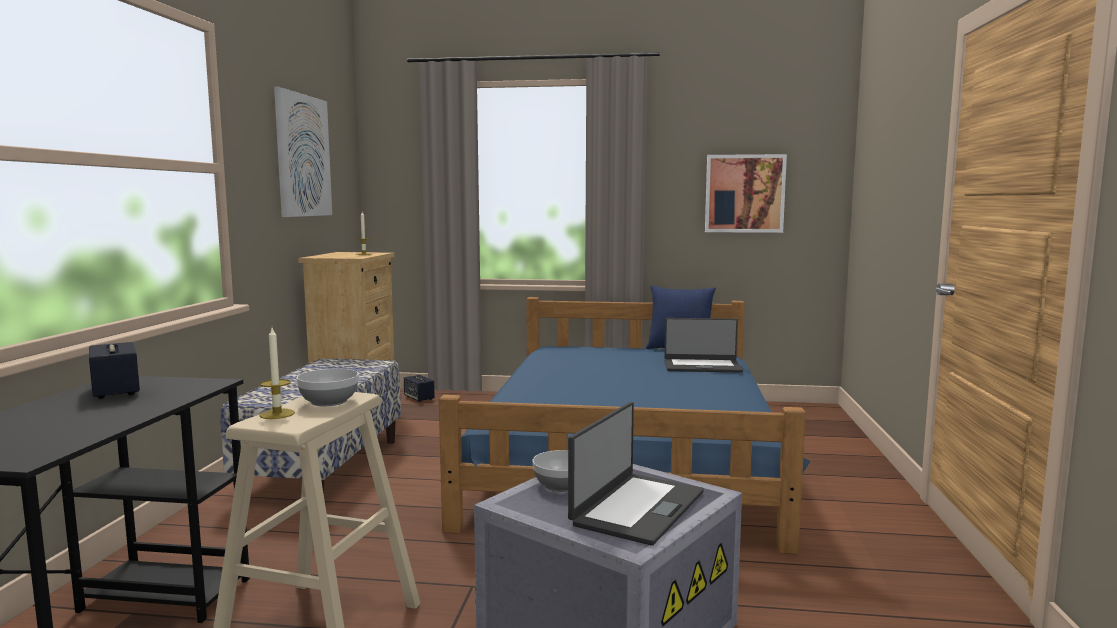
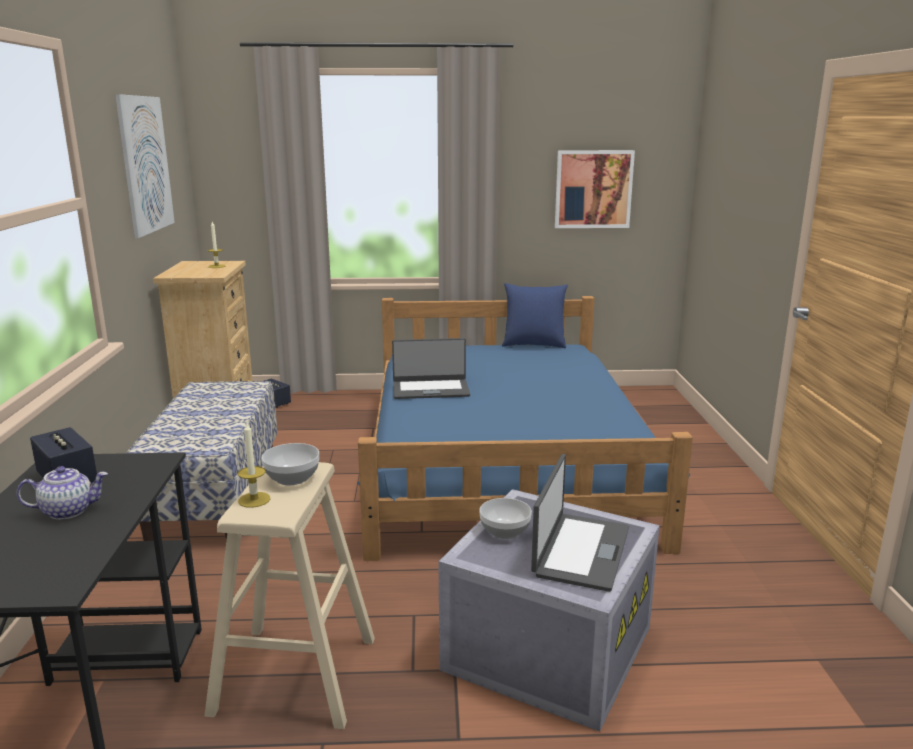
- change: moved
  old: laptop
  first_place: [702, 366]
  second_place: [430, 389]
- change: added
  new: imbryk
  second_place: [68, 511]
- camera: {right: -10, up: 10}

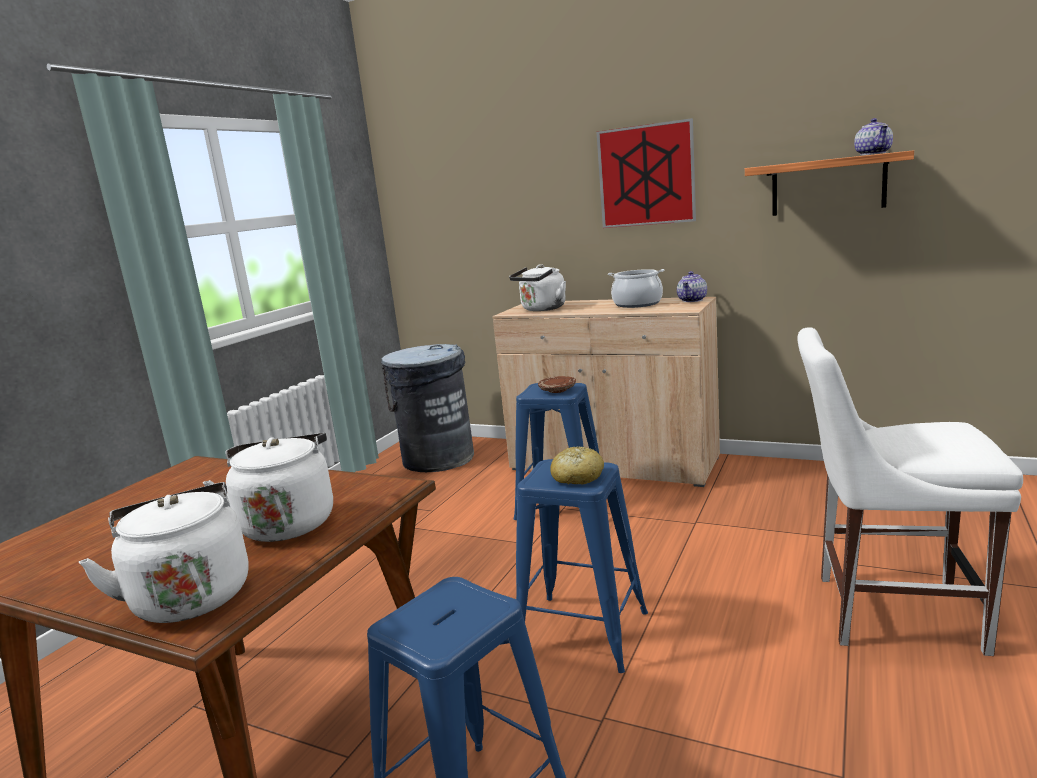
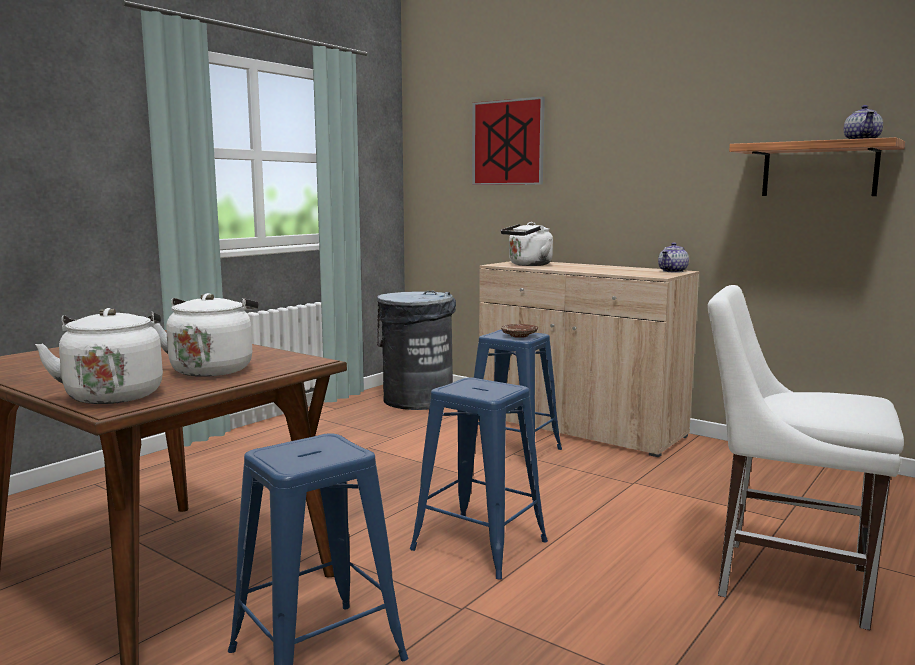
- change: moved
  old: obraz
  first_place: [646, 175]
  second_place: [508, 142]
- change: removed
  old: garnek
  first_place: [637, 304]
- change: removed
  old: chleb
  first_place: [577, 477]
- camera: {right: 10, up: -5}

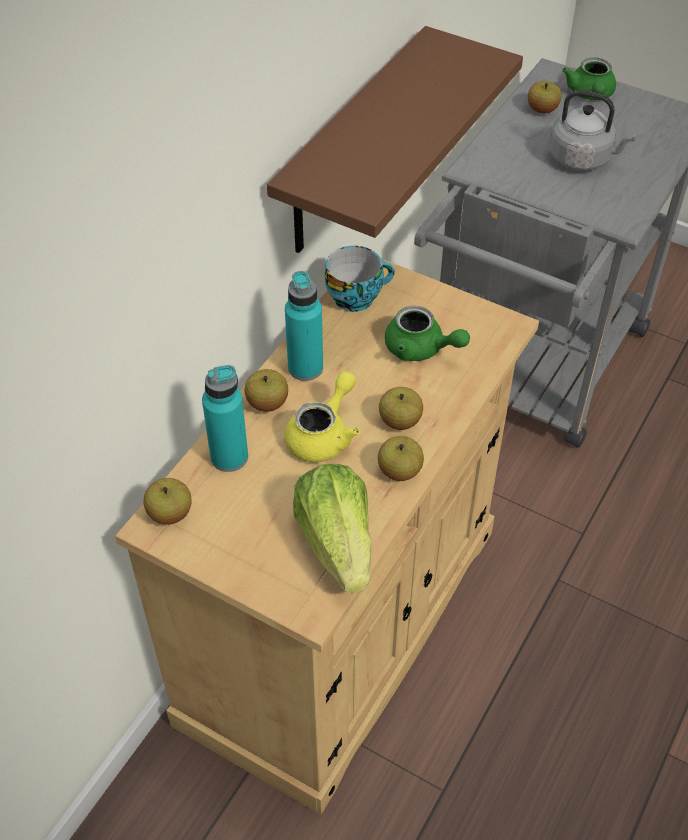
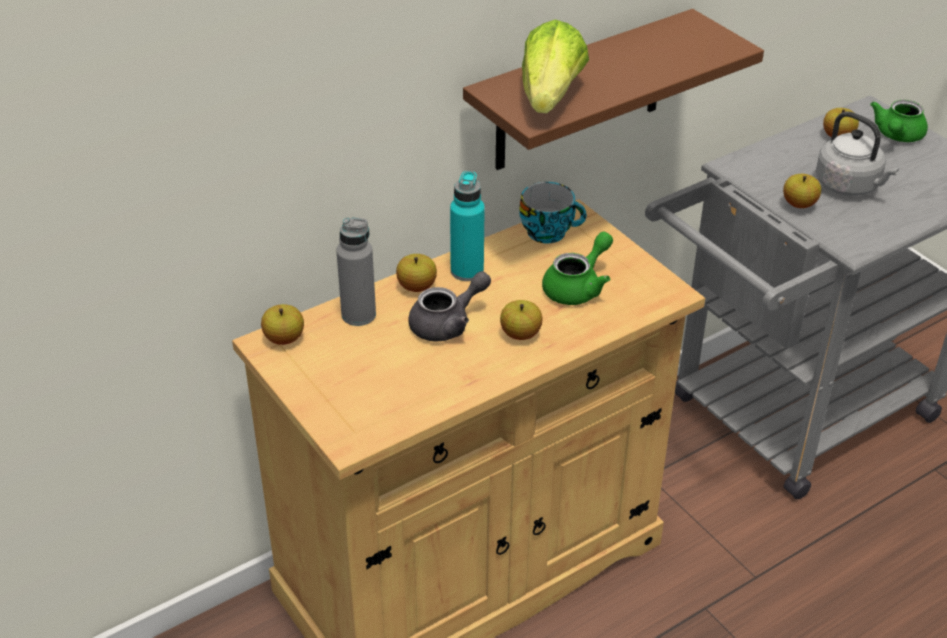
- change: turned
  old: imbryk/zielony
  first_place: [421, 349]
  second_place: [578, 287]
  degrees: -105
- change: recoloured
  old: butelka/turkusowy
  new: butelka/szary
  first_place: [229, 457]
  second_place: [358, 315]
- change: recoloured
  old: imbryk/żółty
  new: imbryk/szary
  first_place: [324, 435]
  second_place: [448, 324]
- change: moved
  old: jabłko
  first_place: [399, 471]
  second_place: [799, 204]
- change: moved
  old: sałata
  first_place: [337, 543]
  second_place: [550, 97]
- camera: {right: 25, up: -10}

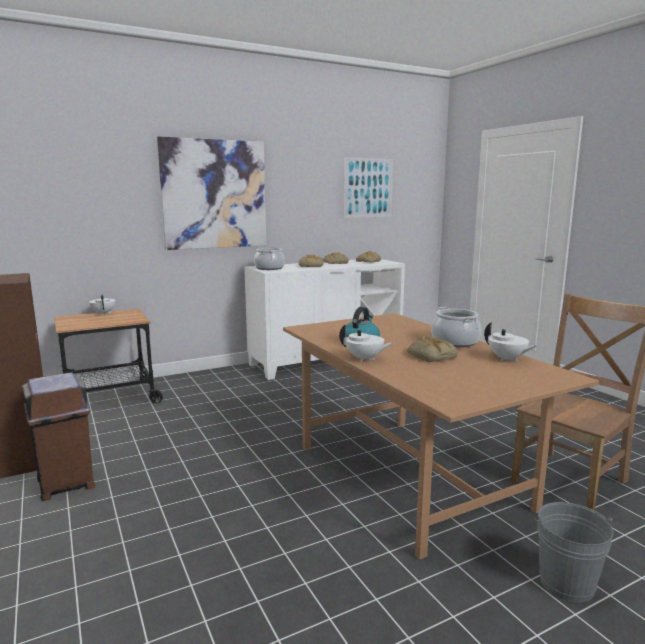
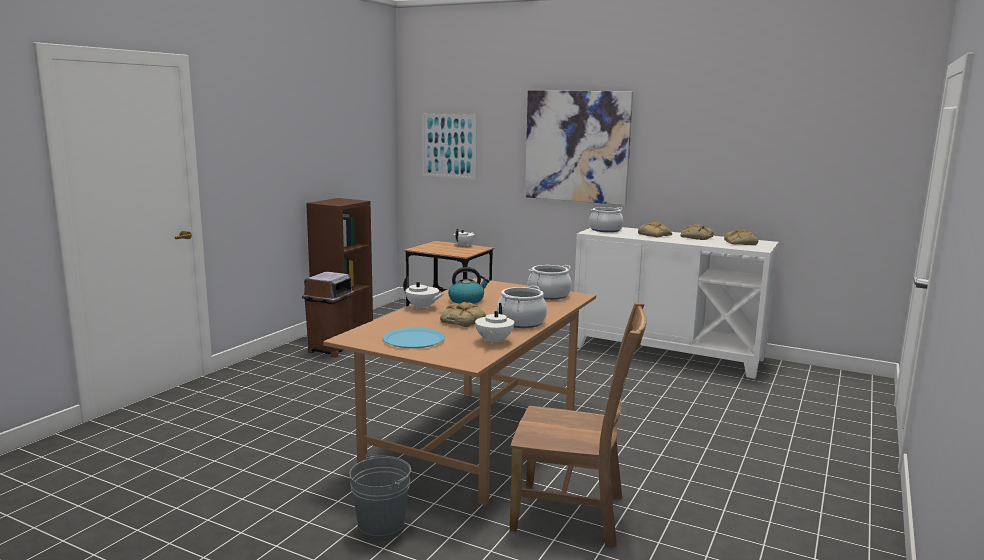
- change: moved
  old: obraz
  first_place: [368, 188]
  second_place: [449, 146]
- change: turned
  old: imbryk/biały
  first_place: [365, 359]
  second_place: [422, 307]
  degrees: -45
- change: added
  new: garnek
  second_place: [549, 295]
- change: added
  new: talerz/niebieski
  second_place: [413, 339]
- camera: {right: 55, up: 0}

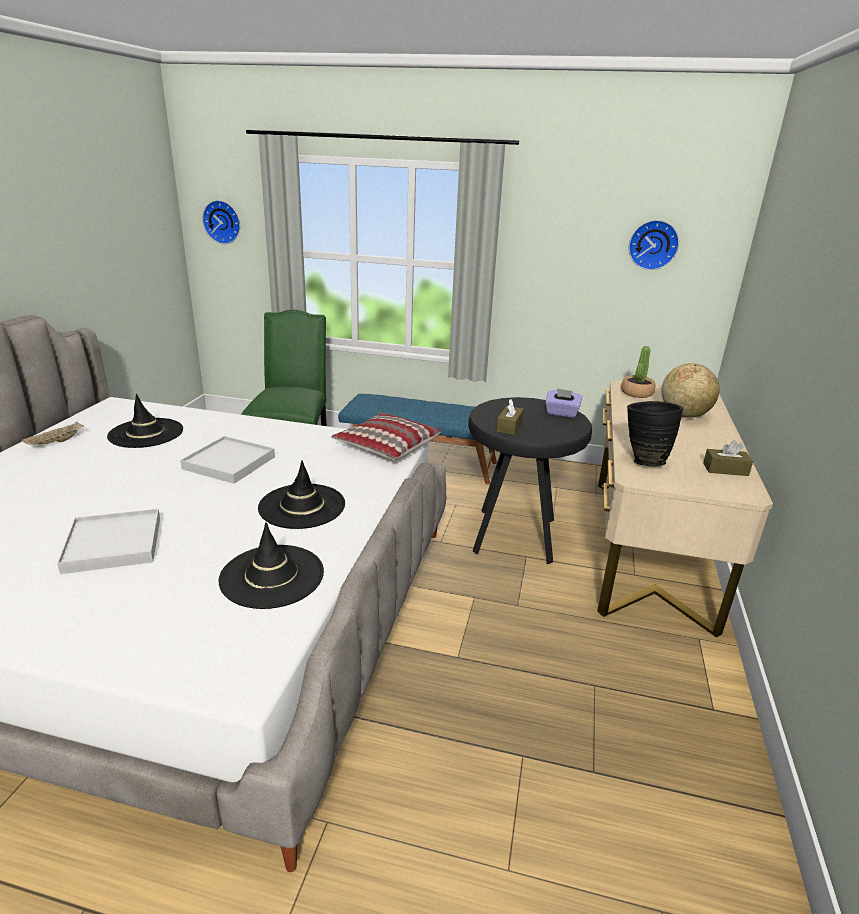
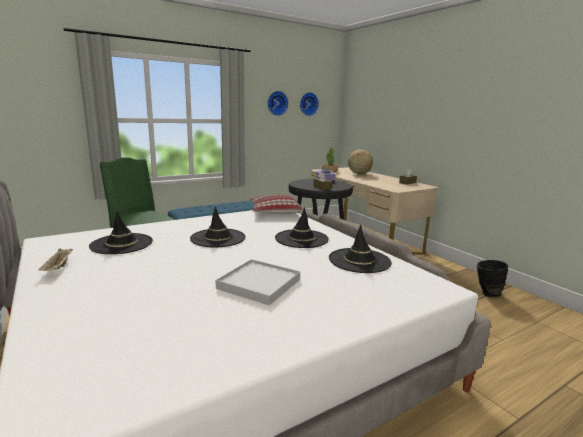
- change: moved
  old: zegar ścienny
  first_place: [223, 222]
  second_place: [277, 103]
- change: moved
  old: wazon/czarny
  first_place: [643, 460]
  second_place: [486, 294]
- change: replaced
  old: taca/biały
  new: kapelusz/czarny
  first_place: [229, 463]
  second_place: [218, 238]
- camera: {right: -45, up: -10}

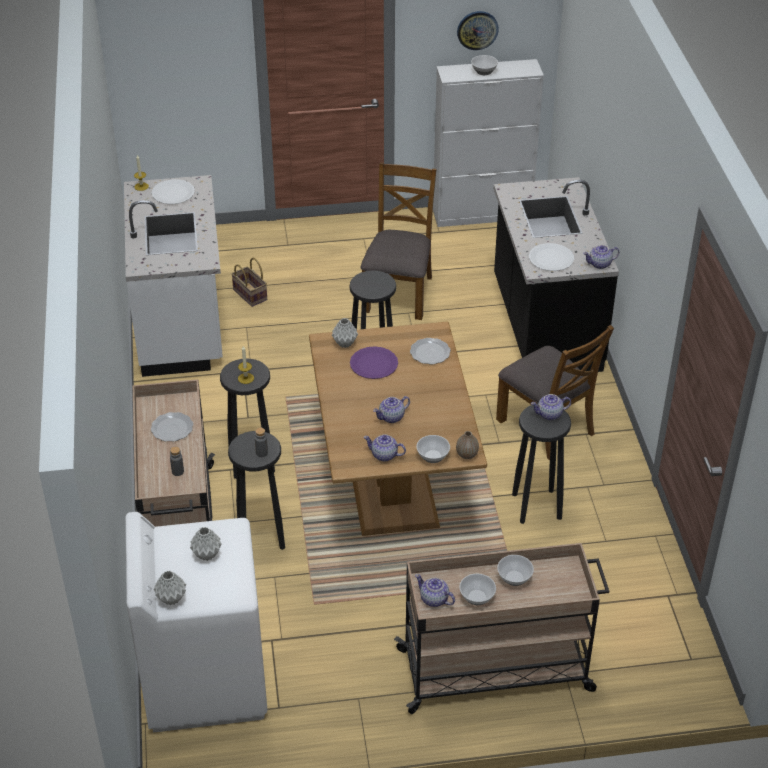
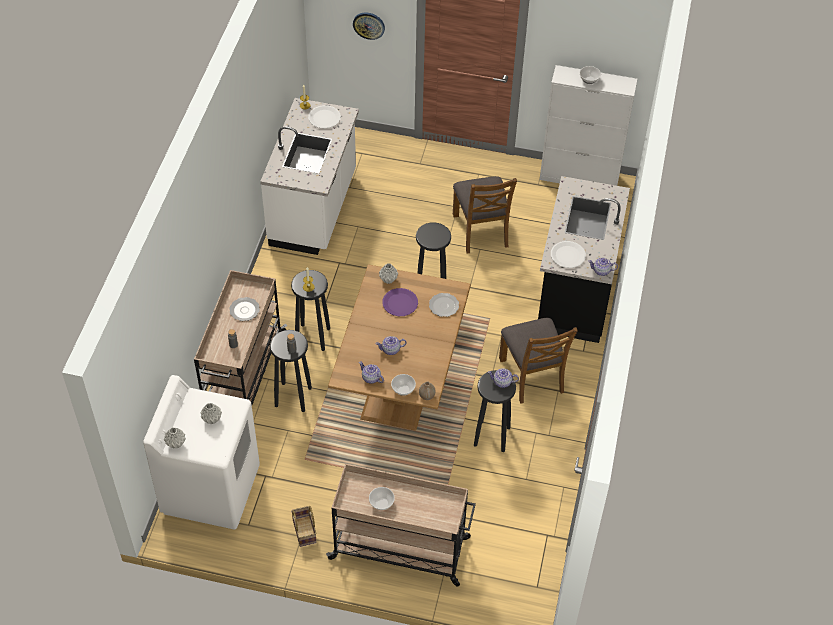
- change: moved
  old: zegar ścienny
  first_place: [477, 30]
  second_place: [369, 25]
- change: turned
  old: krzesło/brązowy
  first_place: [399, 293]
  second_place: [481, 230]
  degrees: 135
- change: moved
  old: koszyk
  first_place: [251, 295]
  second_place: [305, 531]
- change: removed
  old: miska
  first_place: [513, 578]
- change: removed
  old: imbryk
  first_place: [434, 599]
- camera: {right: 20, up: 10}

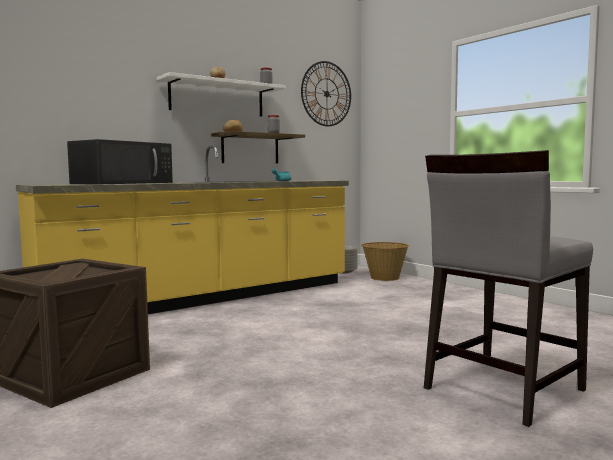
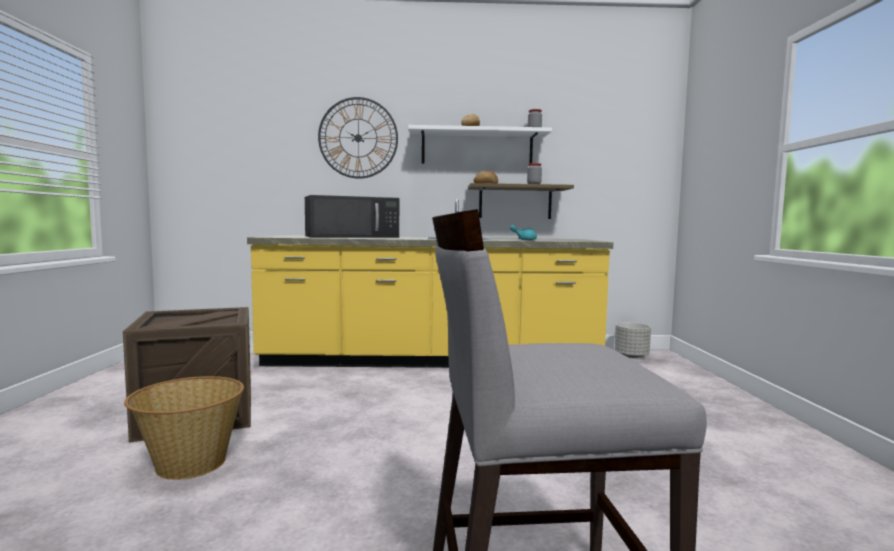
- change: moved
  old: zegar ścienny
  first_place: [326, 94]
  second_place: [358, 138]
- change: moved
  old: koszyk
  first_place: [384, 278]
  second_place: [190, 463]
- camera: {right: 35, up: 0}

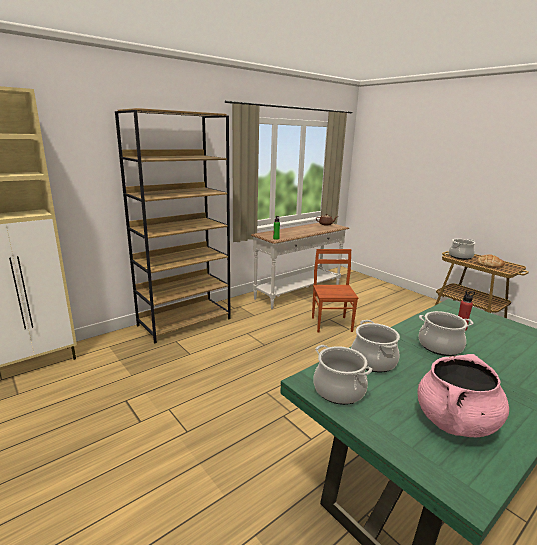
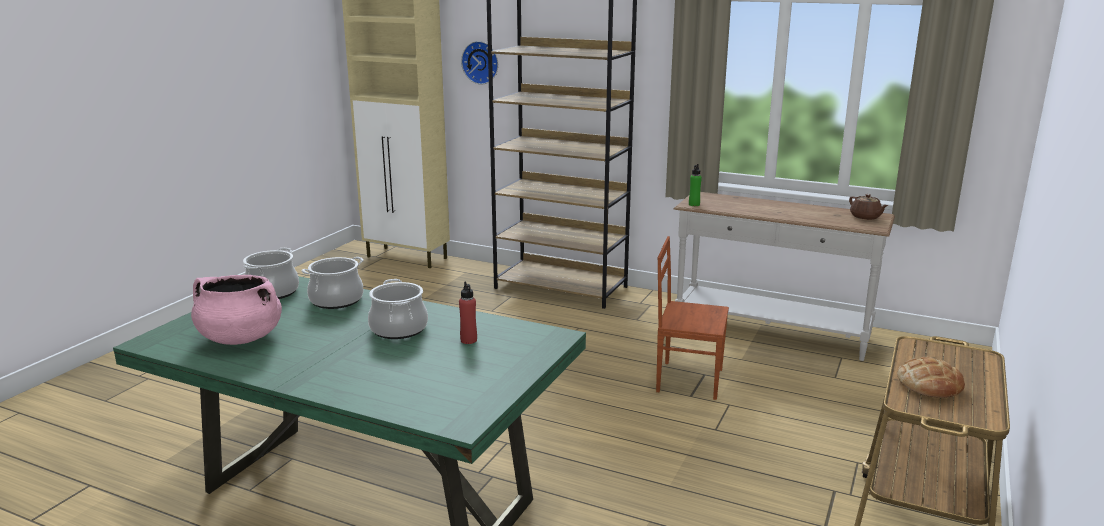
- change: removed
  old: garnek
  first_place: [460, 256]
- change: turned
  old: krzesło/brązowy
  first_place: [332, 324]
  second_place: [688, 379]
  degrees: -135
- change: added
  new: zegar ścienny
  second_place: [481, 62]
- camera: {right: 65, up: 0}

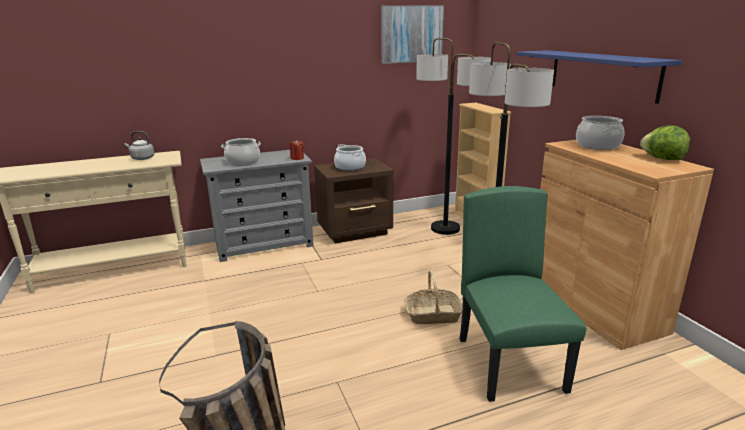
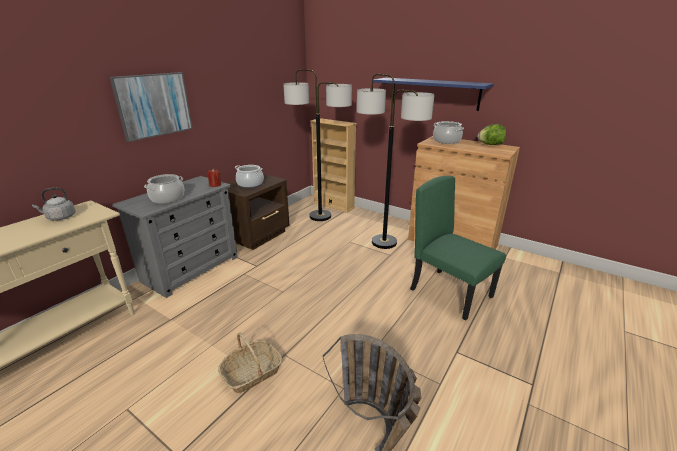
- change: moved
  old: obraz
  first_place: [411, 34]
  second_place: [154, 105]
- change: moved
  old: koszyk
  first_place: [433, 315]
  second_place: [252, 373]
- camera: {right: -35, up: 5}

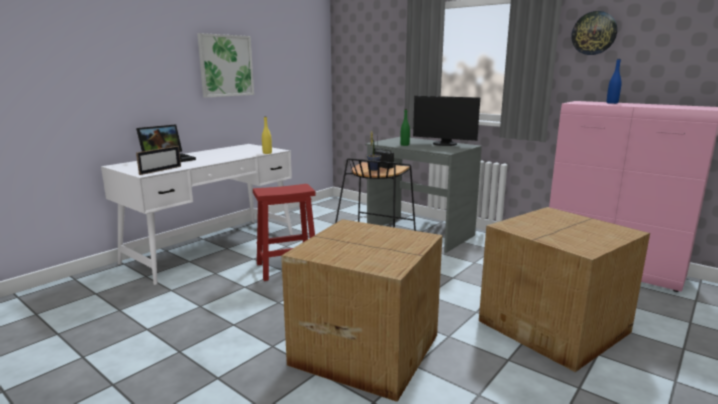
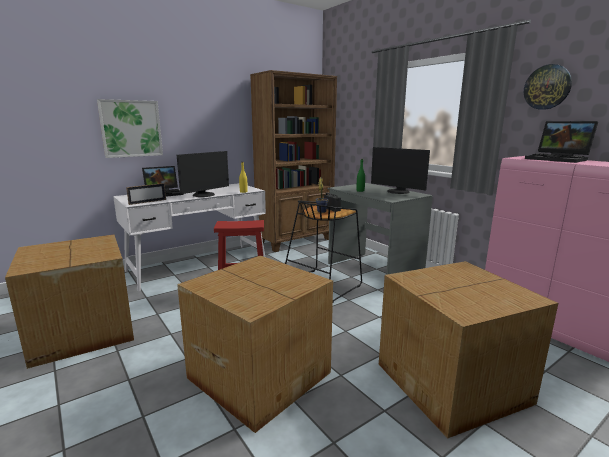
- change: moved
  old: obraz
  first_place: [226, 66]
  second_place: [131, 128]
- change: replaced
  old: butelka/niebieski
  new: laptop
  first_place: [612, 103]
  second_place: [559, 159]
- change: added
  new: regał/brązowy
  second_place: [295, 241]
- change: added
  new: monitor
  second_place: [204, 195]
- change: added
  new: karton
  second_place: [81, 332]
- camera: {right: 15, up: 0}

